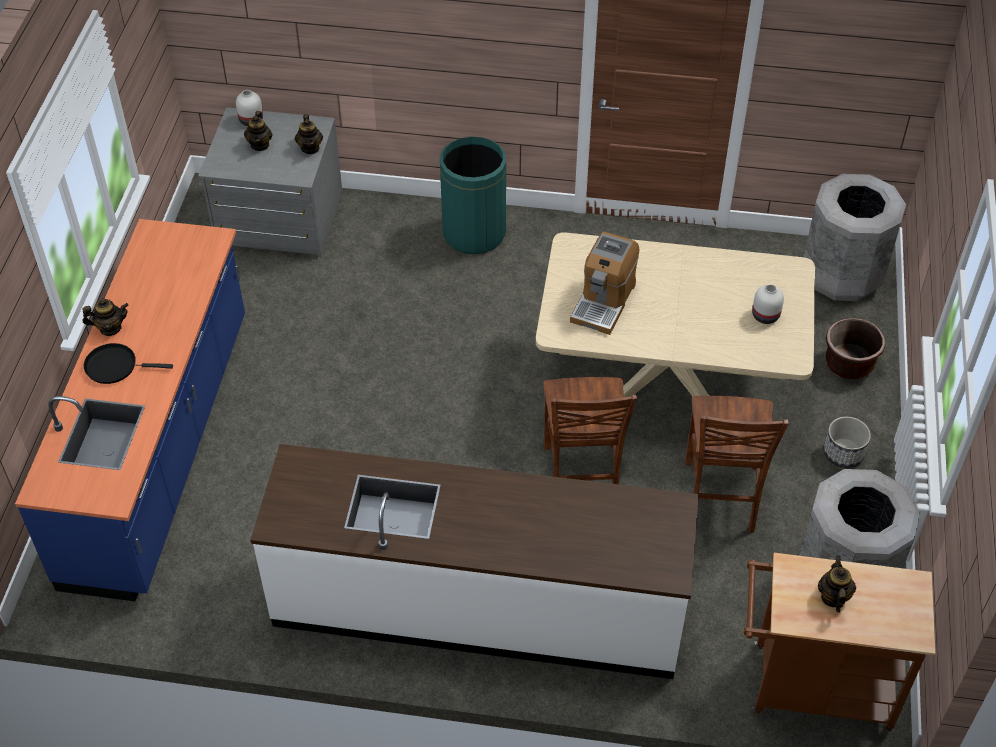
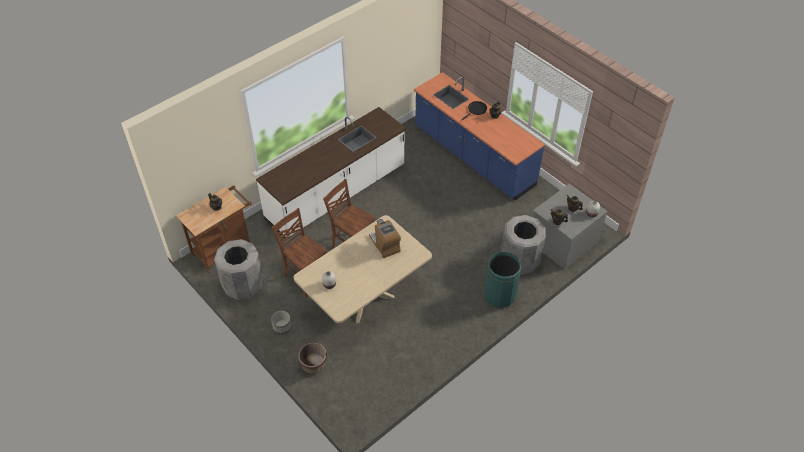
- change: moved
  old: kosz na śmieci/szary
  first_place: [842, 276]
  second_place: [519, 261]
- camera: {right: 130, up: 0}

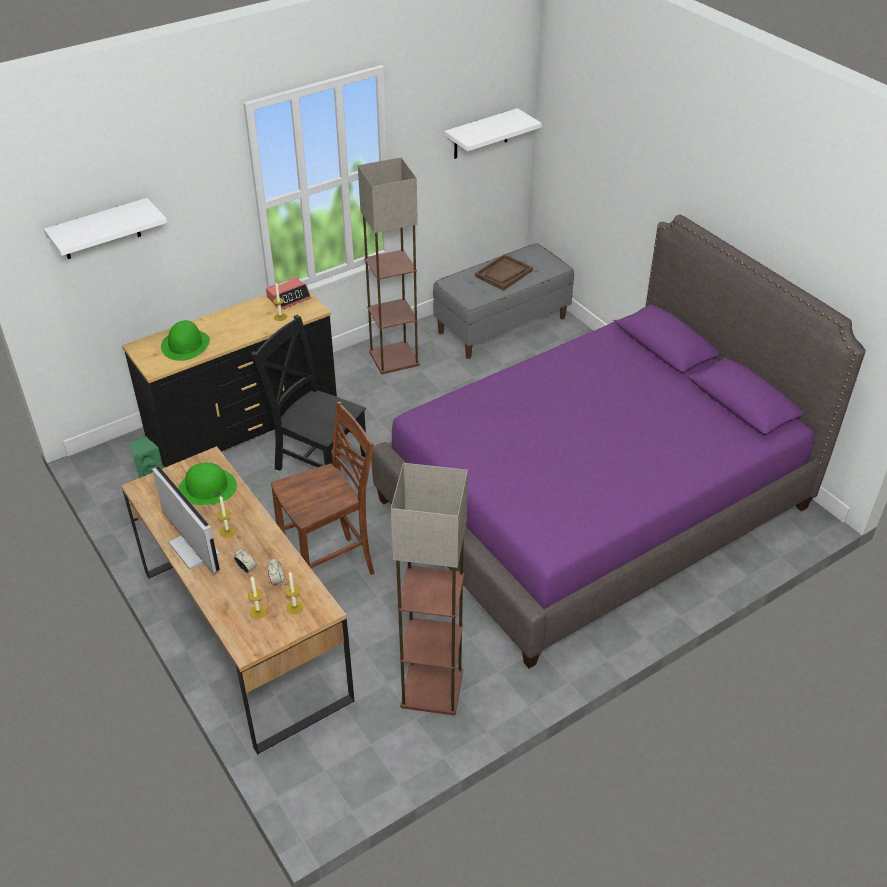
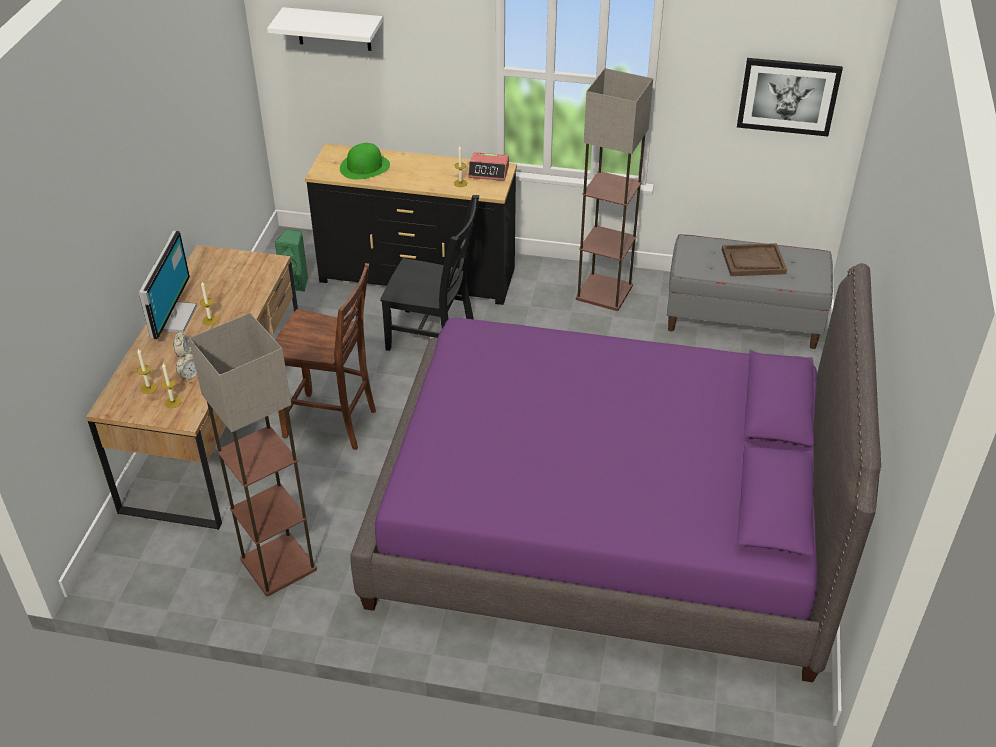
- change: replaced
  old: półka/biały
  new: obraz
  first_place: [481, 134]
  second_place: [788, 96]
- change: turned
  old: krzesło/czarny
  first_place: [318, 460]
  second_place: [434, 336]
  degrees: 120
- change: removed
  old: kapelusz/zielony
  first_place: [207, 488]
- camera: {right: 45, up: 0}

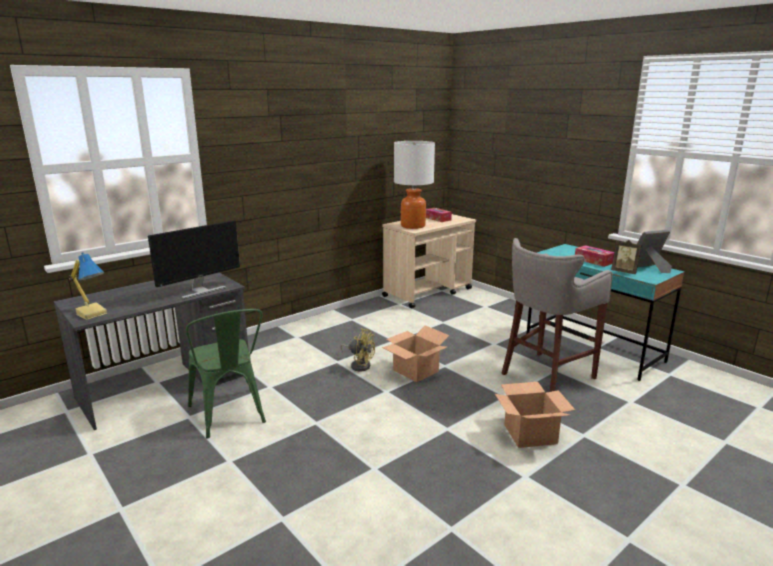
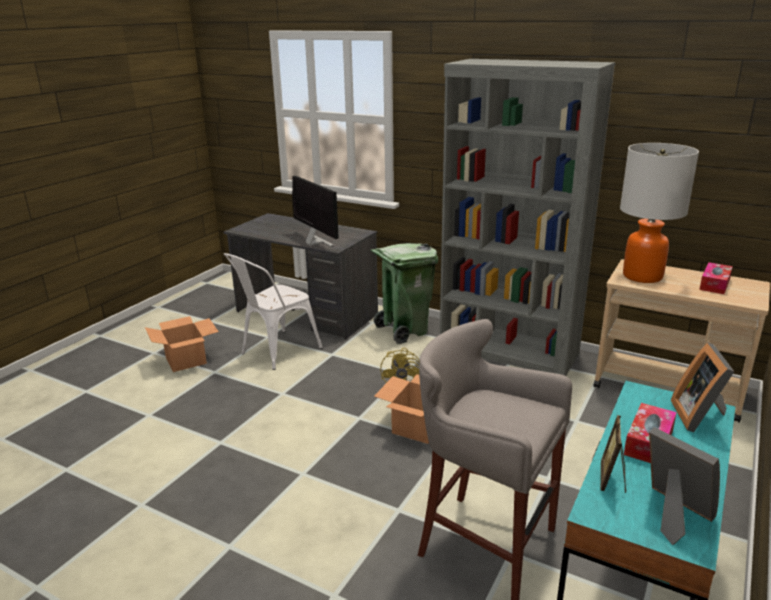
- change: turned
  old: monitor
  first_place: [200, 291]
  second_place: [315, 242]
  degrees: -150
- change: removed
  old: lampa stołowa
  first_place: [93, 313]
- change: recoloured
  old: krzesło/zielony
  new: krzesło/biały
  first_place: [230, 416]
  second_place: [275, 352]
- change: moved
  old: karton
  first_place: [529, 434]
  second_place: [185, 360]
- change: added
  new: regał/szary
  second_place: [508, 351]
- change: added
  new: kosz na śmieci/zielony
  second_place: [404, 330]
- change: added
  new: ramka na zdjęcie
  second_place: [700, 416]
- camera: {right: 70, up: 5}

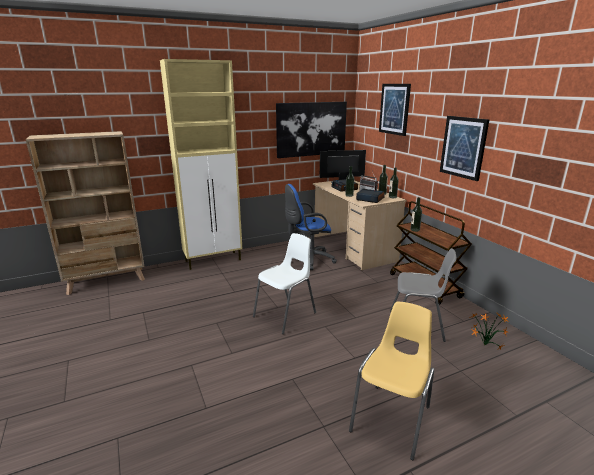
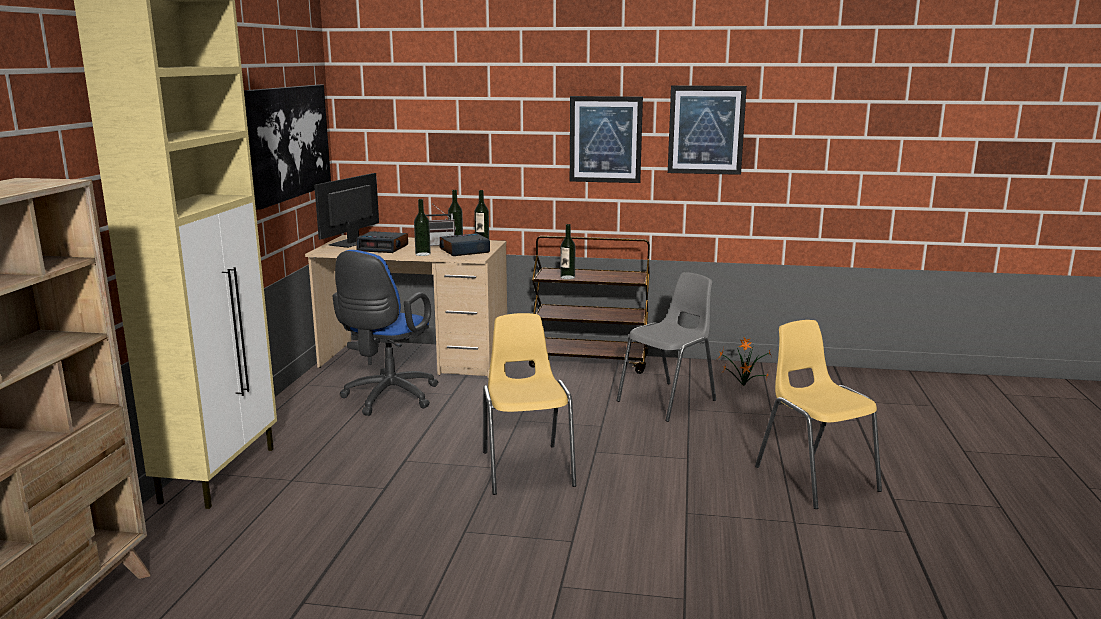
- change: moved
  old: obraz
  first_place: [394, 109]
  second_place: [706, 130]
- change: recoloured
  old: krzesło/biały
  new: krzesło/żółty
  first_place: [286, 315]
  second_place: [527, 468]
- camera: {right: -55, up: -5}

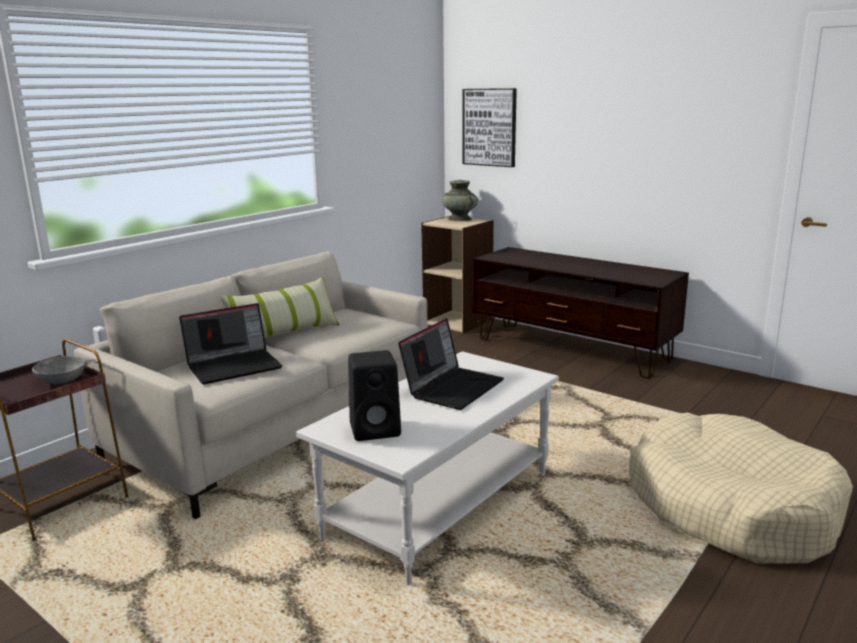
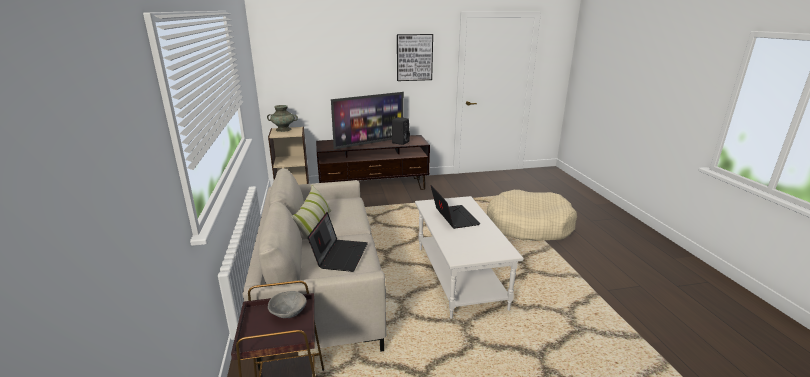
- change: moved
  old: obraz
  first_place: [489, 127]
  second_place: [414, 57]
- change: moved
  old: głośnik/czarny
  first_place: [377, 429]
  second_place: [400, 142]
- change: added
  new: telewizor
  second_place: [369, 143]
- camera: {right: -50, up: 5}

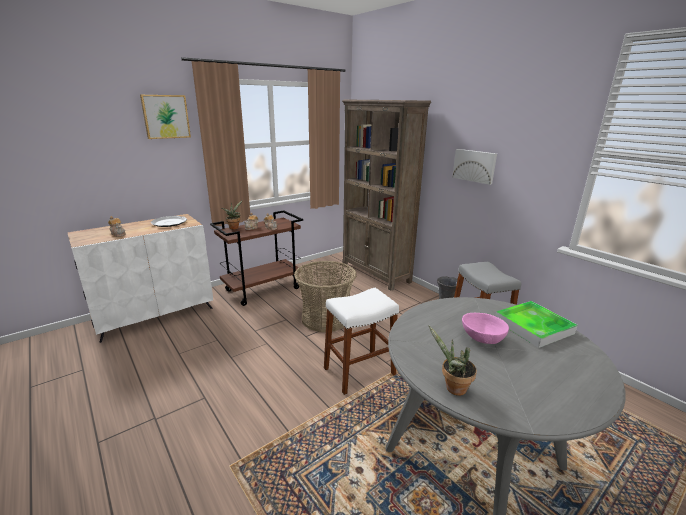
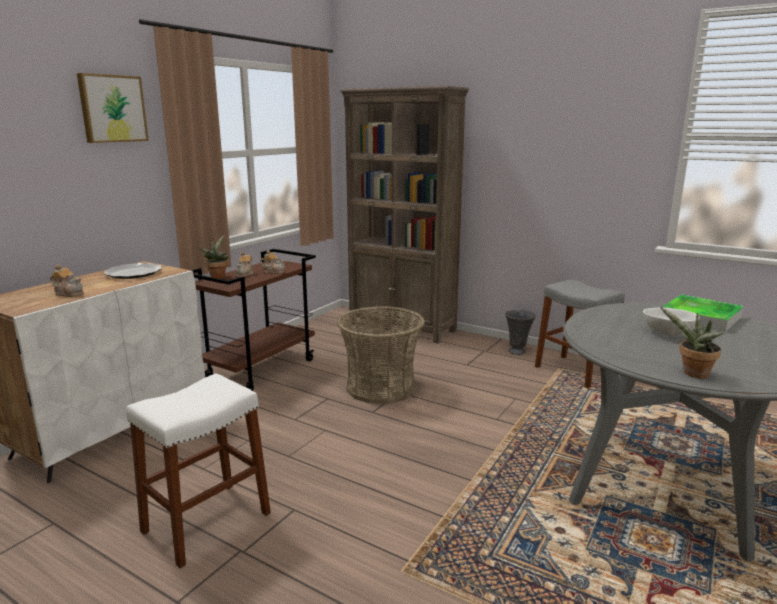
- change: removed
  old: obraz
  first_place: [474, 166]
- change: moved
  old: stołek/biały
  first_place: [359, 371]
  second_place: [207, 522]
- change: recoloured
  old: miska/różowy
  new: miska/biały
  first_place: [482, 338]
  second_place: [669, 333]
- camera: {right: -20, up: -5}

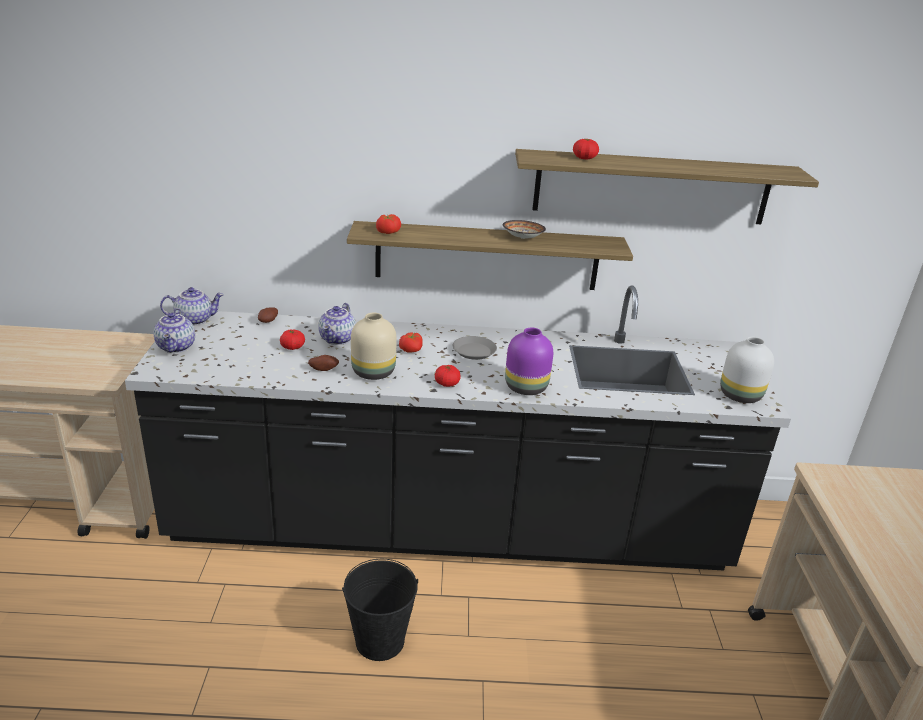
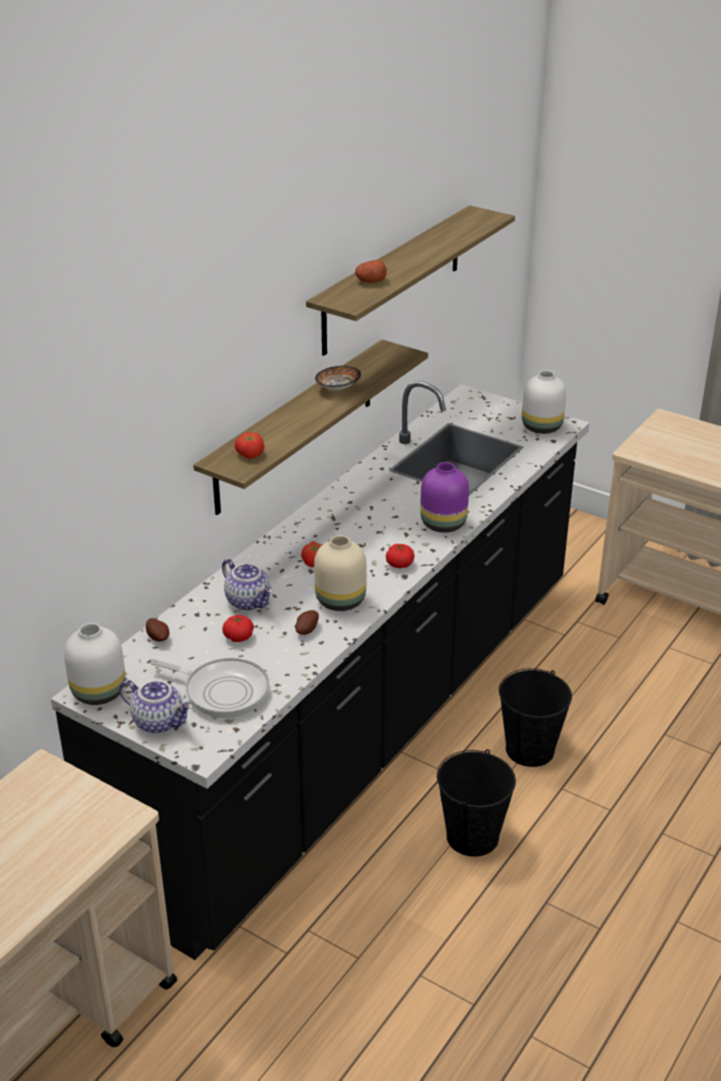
- change: replaced
  old: pomidor
  new: ziemniak
  first_place: [584, 158]
  second_place: [370, 281]
- change: replaced
  old: imbryk
  new: wazon/biały
  first_place: [195, 320]
  second_place: [97, 692]
- change: removed
  old: talerz/szary
  first_place: [474, 351]
- change: added
  new: patelnia
  second_place: [222, 691]
- change: added
  new: wiadro/czarny
  second_place: [530, 749]
- camera: {right: -55, up: 5}

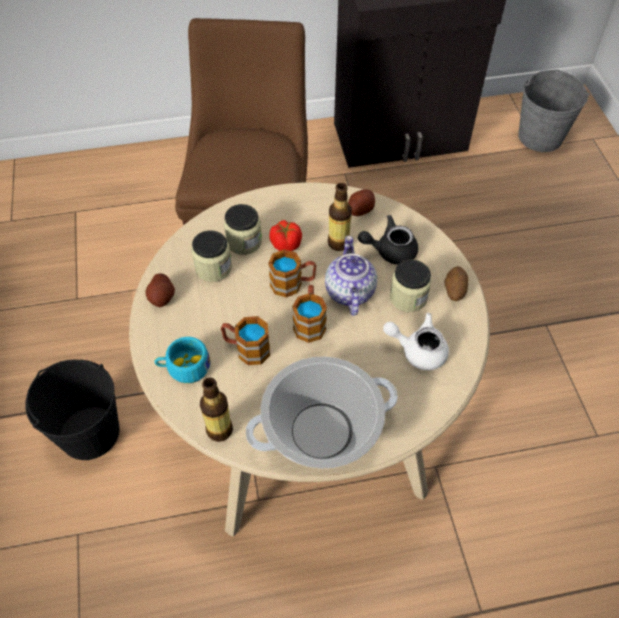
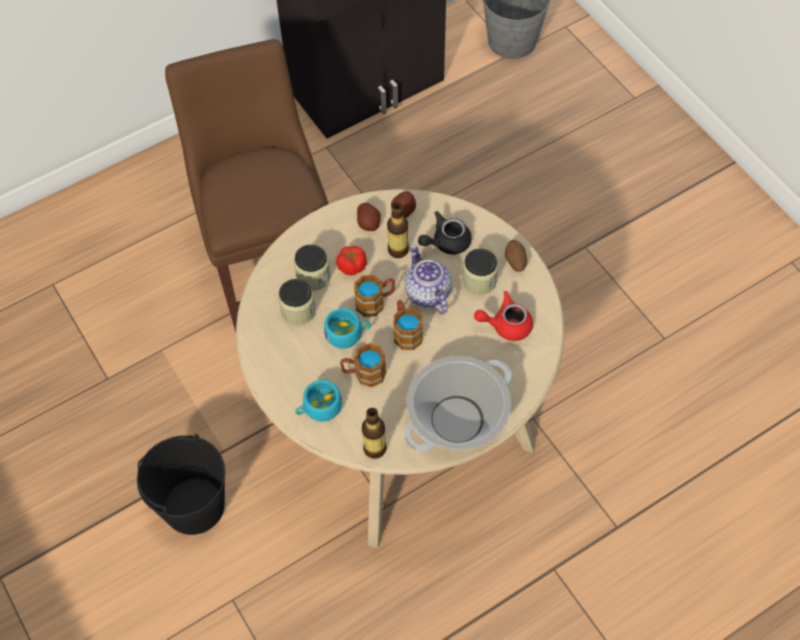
- change: moved
  old: ziemniak
  first_place: [162, 297]
  second_place: [368, 223]
- change: recoloured
  old: imbryk/biały
  new: imbryk/czerwony
  first_place: [418, 350]
  second_place: [506, 325]
- change: added
  new: filiżanka/turkusowy
  second_place: [348, 334]
- camera: {right: -20, up: 5}

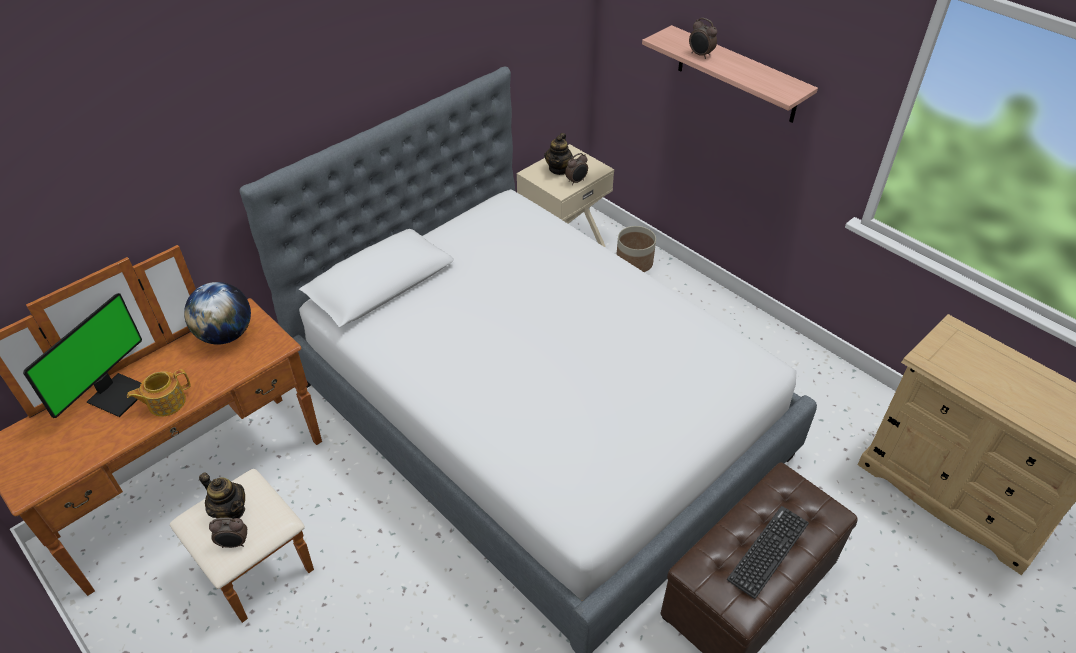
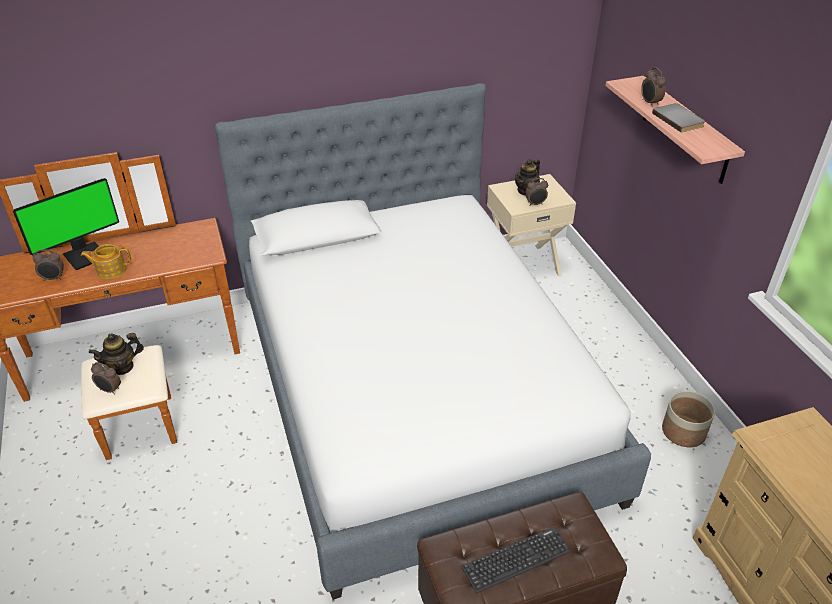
- change: moved
  old: donica
  first_place: [634, 262]
  second_place: [684, 431]
- change: removed
  old: globus
  first_place: [226, 335]
- change: turned
  old: imbryk
  first_place: [230, 511]
  second_place: [122, 367]
  degrees: 90
- change: added
  new: książka/szary
  second_place: [679, 119]
- change: added
  new: budzik
  second_place: [53, 278]
- camera: {right: 25, up: -5}

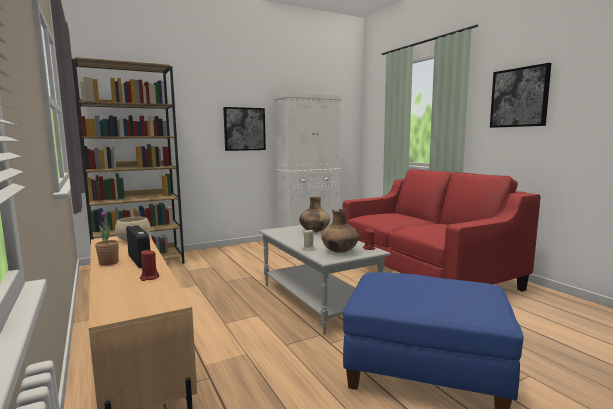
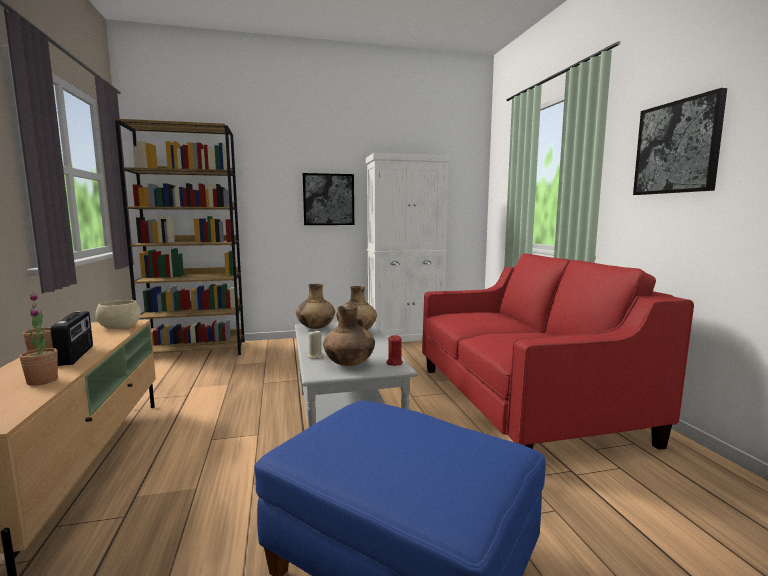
- change: replaced
  old: świeca/czerwony
  new: roślina doniczkowa
  first_place: [149, 277]
  second_place: [42, 381]
- change: added
  new: wazon/brązowy
  second_place: [315, 328]
- camera: {right: 15, up: 0}

